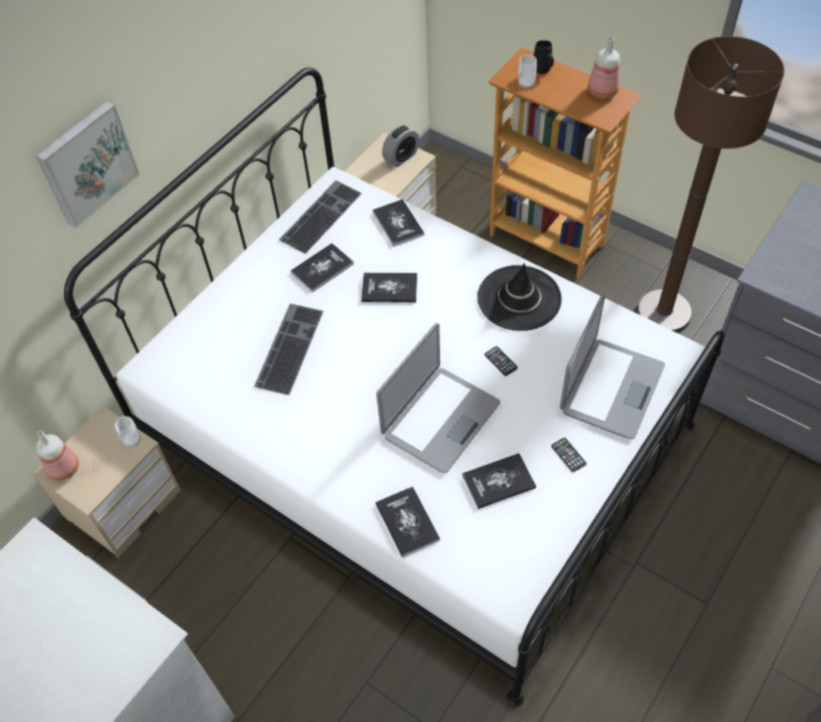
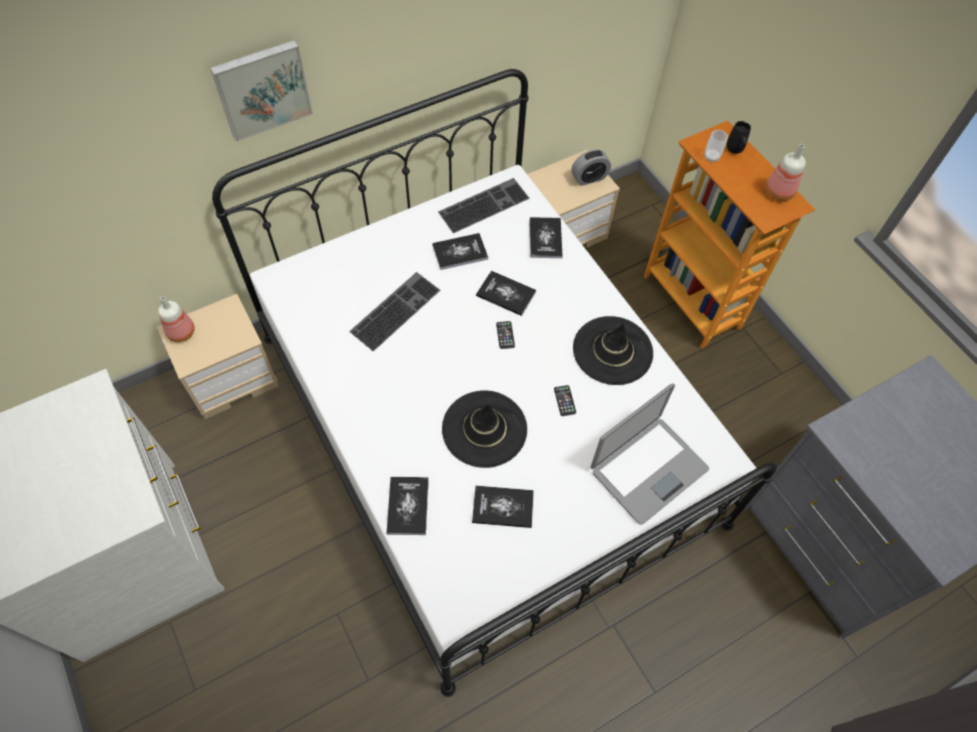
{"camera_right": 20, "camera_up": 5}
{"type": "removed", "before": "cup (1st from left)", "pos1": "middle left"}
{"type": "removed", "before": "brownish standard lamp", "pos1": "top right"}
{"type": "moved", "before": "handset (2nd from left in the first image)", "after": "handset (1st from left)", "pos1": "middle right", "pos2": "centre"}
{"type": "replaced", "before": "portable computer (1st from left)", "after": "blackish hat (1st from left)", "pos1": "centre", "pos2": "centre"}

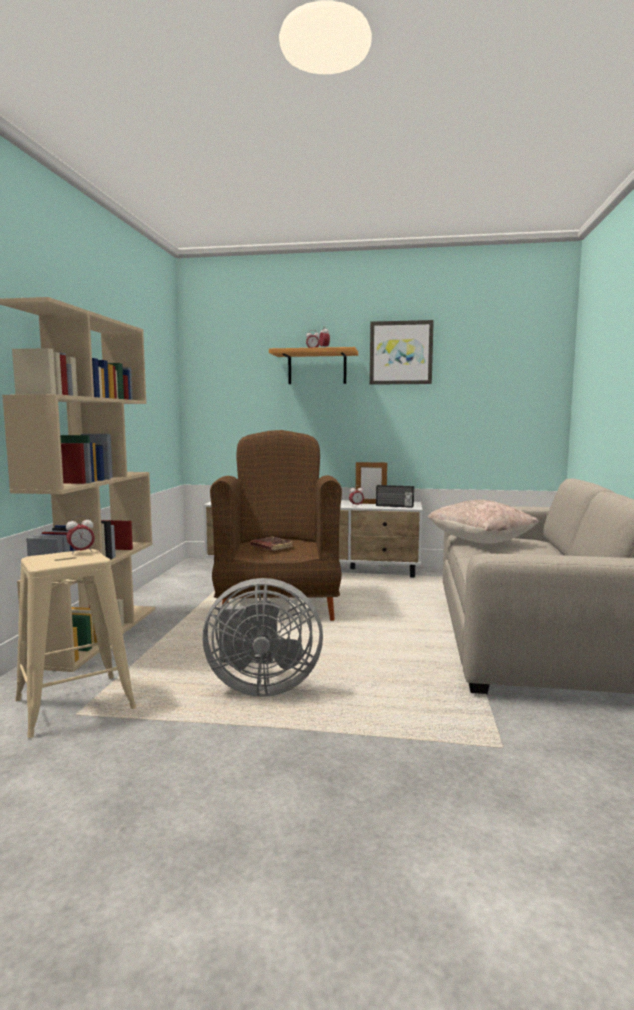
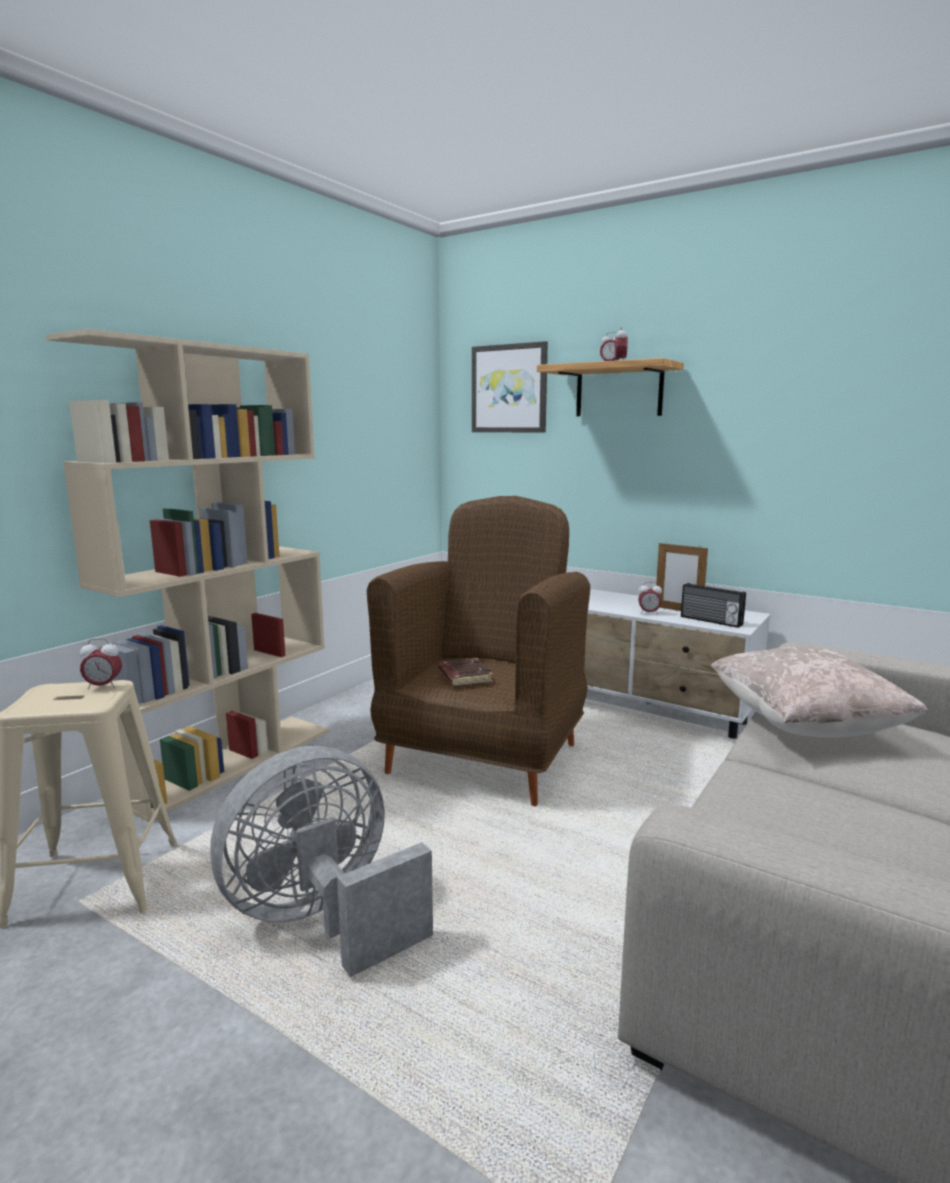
{"camera_right": 25, "camera_up": 5}
{"type": "moved", "before": "picture", "pos1": "centre", "pos2": "top centre"}
{"type": "turned", "before": "greyish electric fan", "pos1": "centre", "pos2": "bottom centre", "turn": 120}

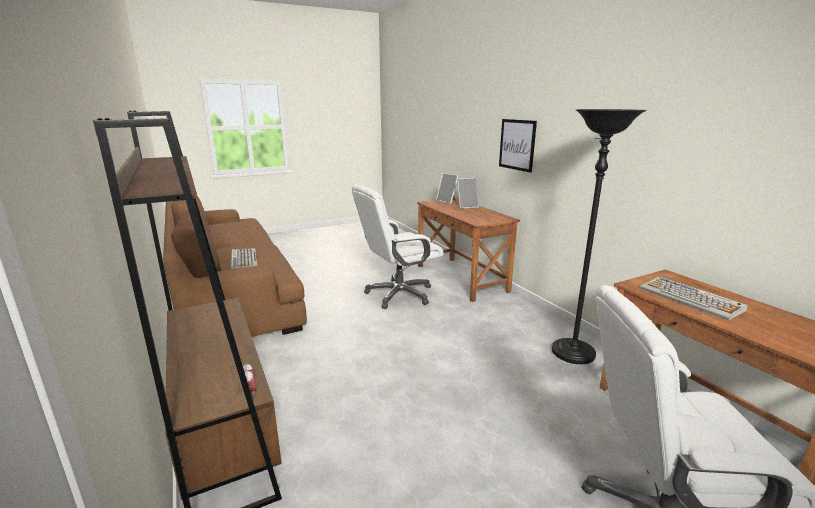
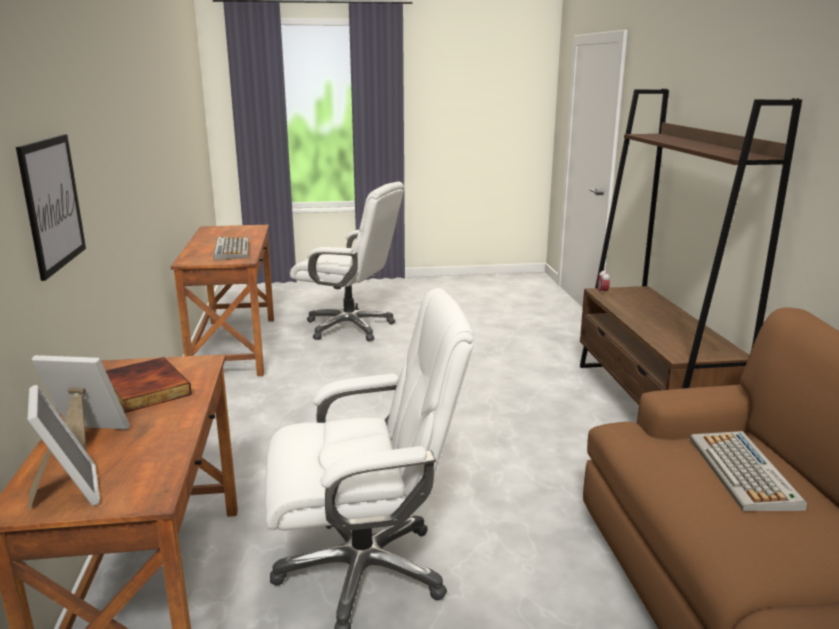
{"camera_right": -160, "camera_up": 0}
{"type": "removed", "before": "blackish standard lamp", "pos1": "middle right"}
{"type": "added", "after": "book", "pos2": "middle left"}

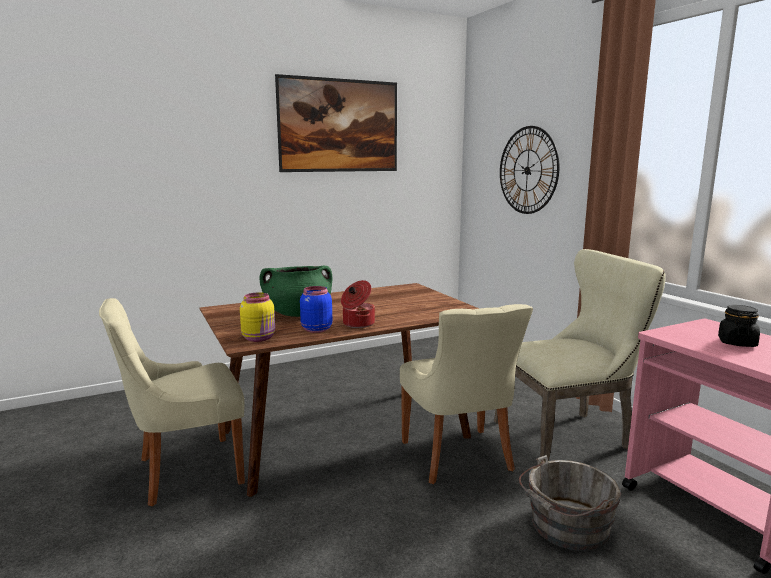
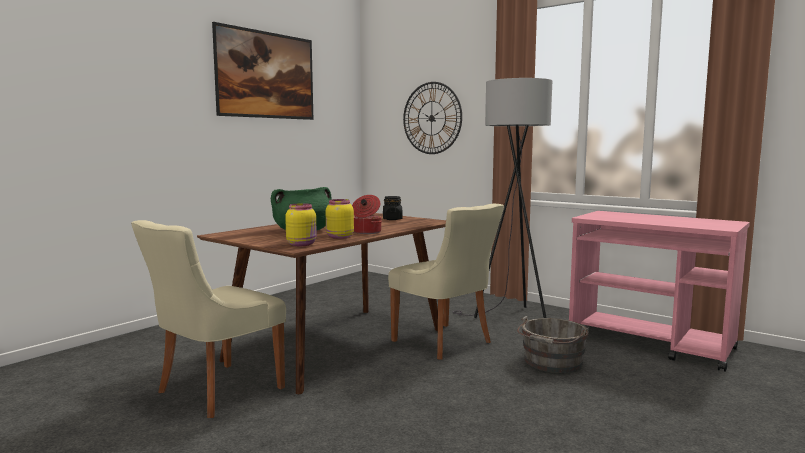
{"camera_right": -25, "camera_up": -5}
{"type": "moved", "before": "blackish storage jar", "pos1": "middle right", "pos2": "centre"}
{"type": "replaced", "before": "beige-coloured plain chair (3rd from left)", "after": "greyish standard lamp", "pos1": "middle right", "pos2": "centre"}
{"type": "recoloured", "before": "bluish storage jar", "after": "yellow storage jar (2nd from left)", "pos1": "centre", "pos2": "centre"}

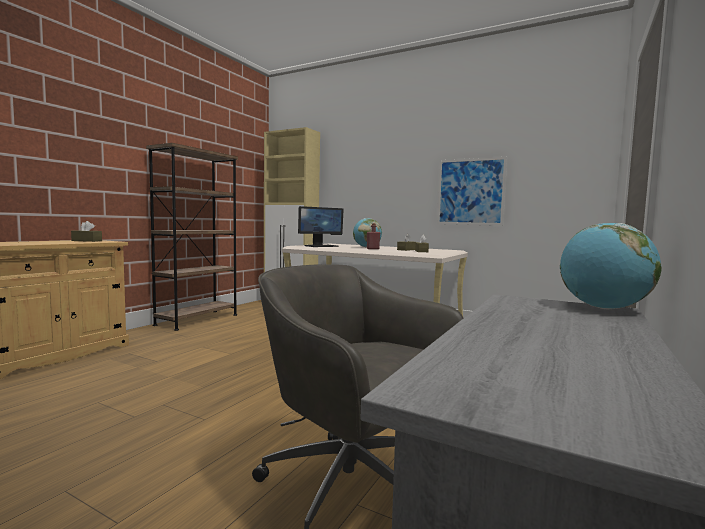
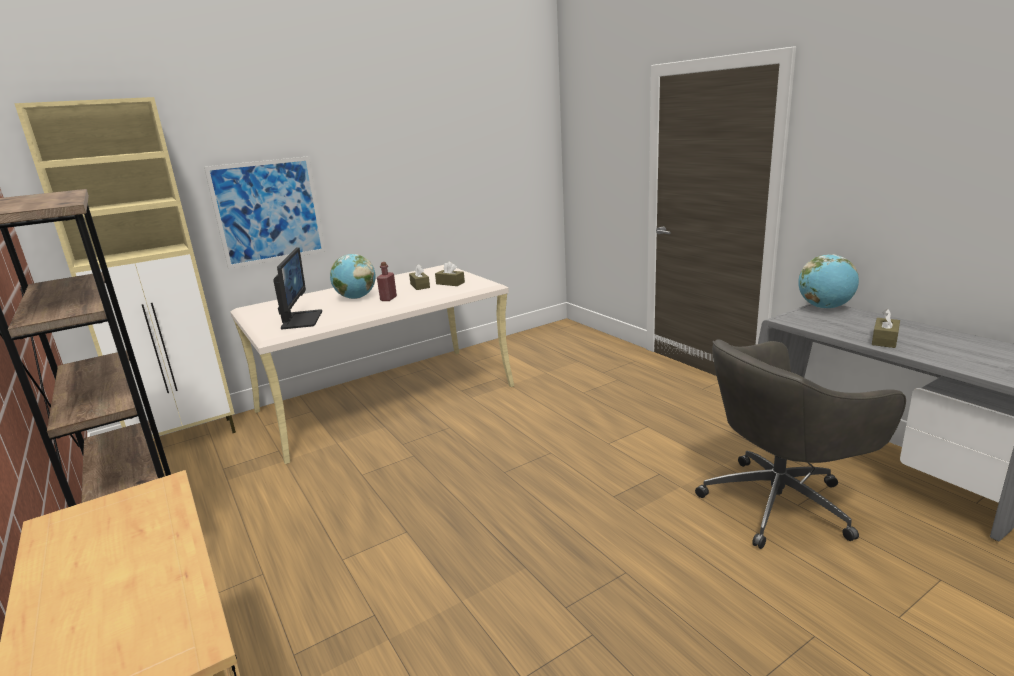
{"camera_right": -60, "camera_up": 15}
{"type": "moved", "before": "brownish box of tissues (1st from left in the first image)", "after": "brownish box of tissues (3rd from left)", "pos1": "middle left", "pos2": "middle right"}
{"type": "moved", "before": "picture", "pos1": "middle right", "pos2": "top left"}

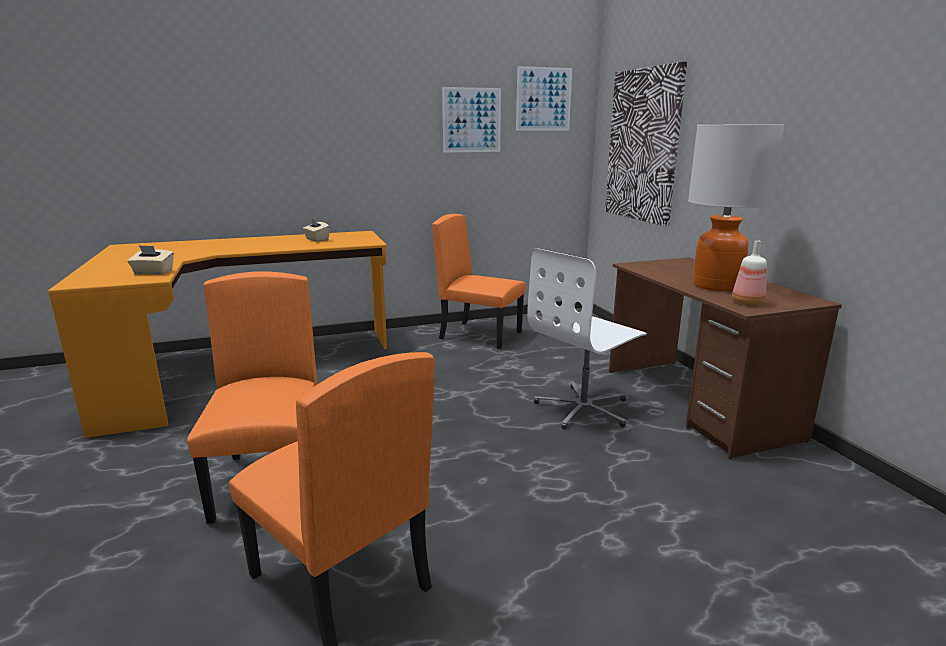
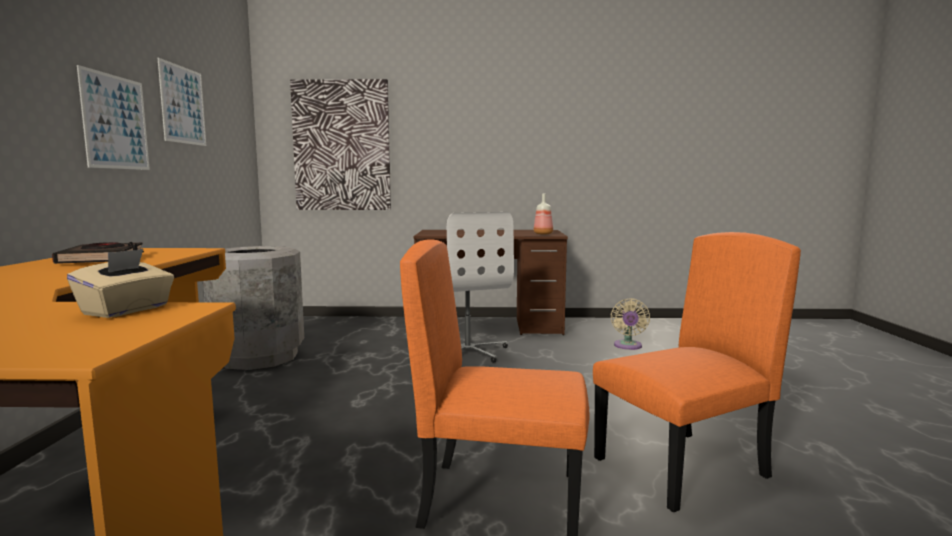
{"camera_right": -70, "camera_up": -10}
{"type": "removed", "before": "table lamp", "pos1": "top right"}
{"type": "added", "after": "beige-coloured electric fan", "pos2": "centre"}
{"type": "moved", "before": "picture (2nd from left in the first image)", "after": "picture (1st from left)", "pos1": "top centre", "pos2": "top left"}
{"type": "replaced", "before": "beige-coloured box of tissues (2nd from left)", "after": "blackish book", "pos1": "centre", "pos2": "middle left"}
{"type": "replaced", "before": "orange-coloured plain chair (3rd from left)", "after": "greyish trash can", "pos1": "centre", "pos2": "middle left"}

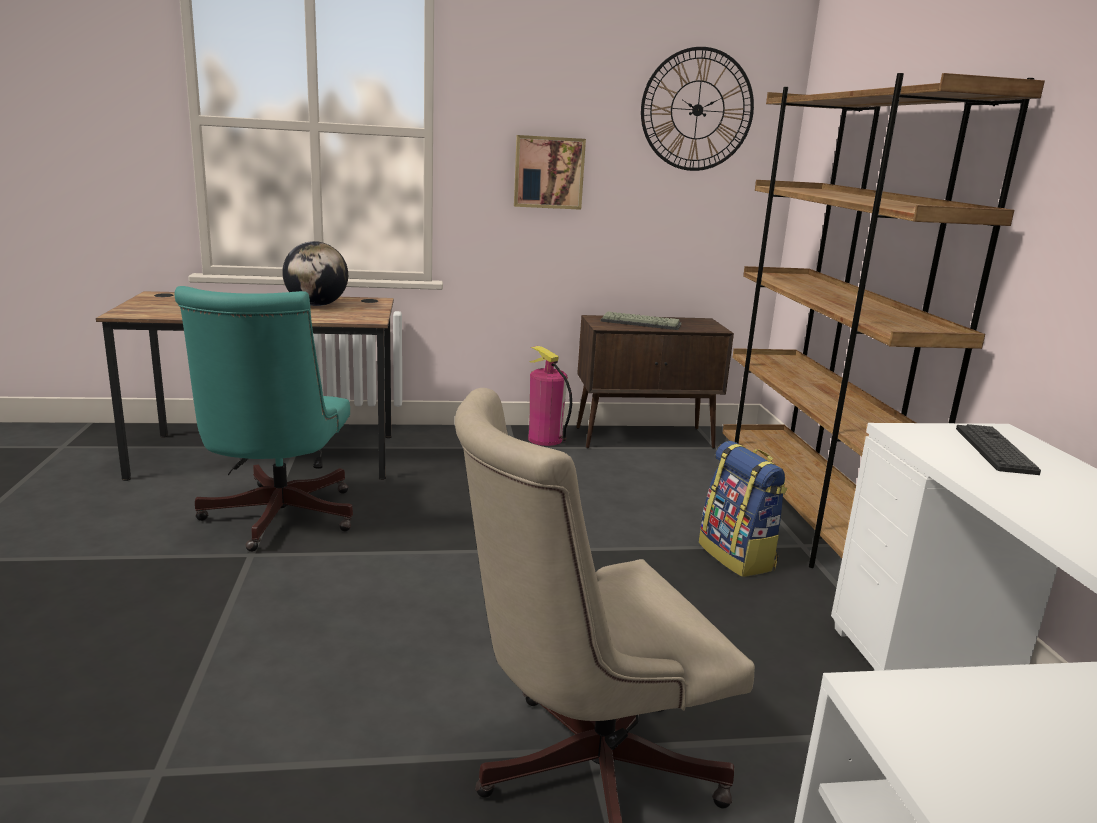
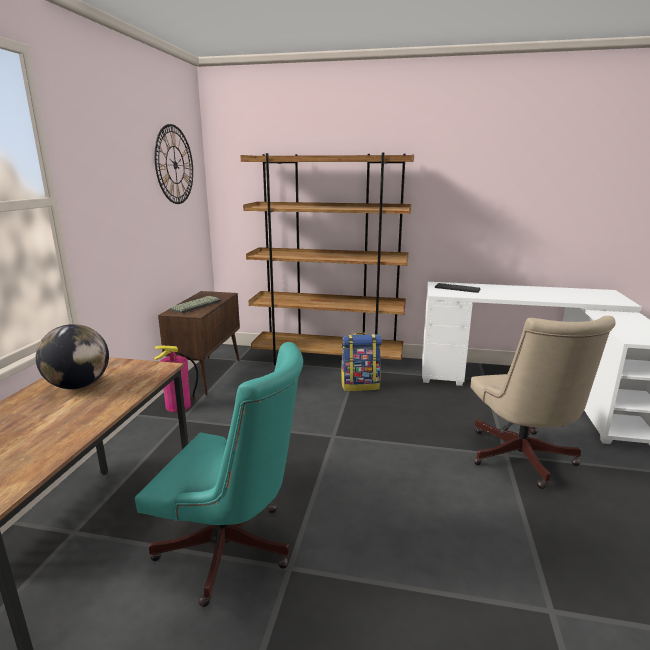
{"camera_right": -70, "camera_up": 0}
{"type": "removed", "before": "picture", "pos1": "top centre"}

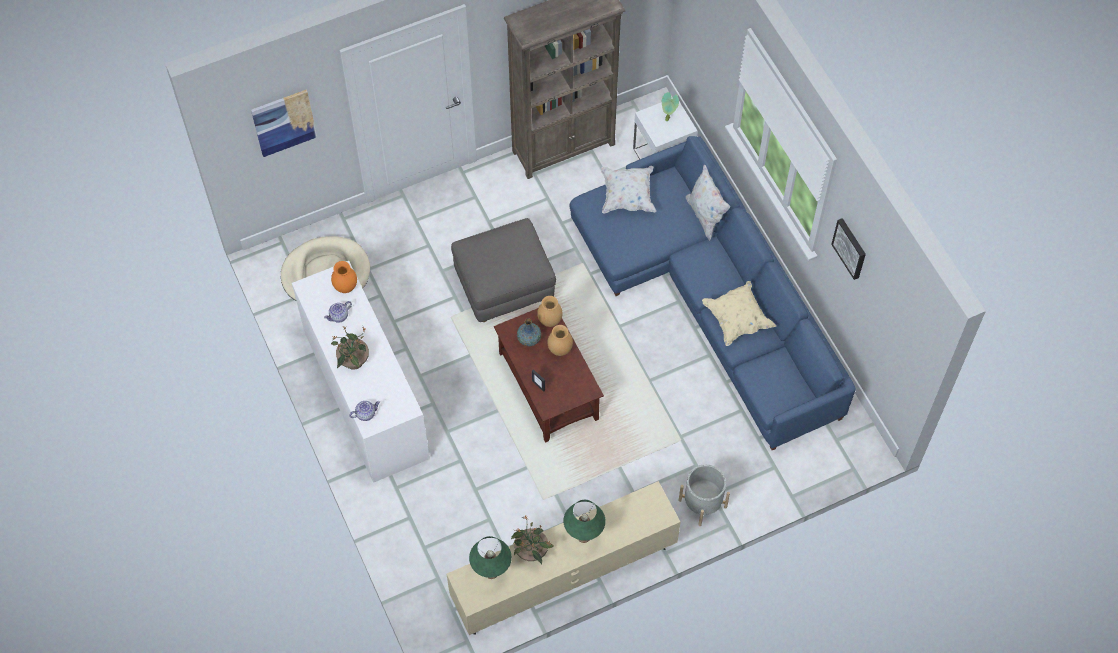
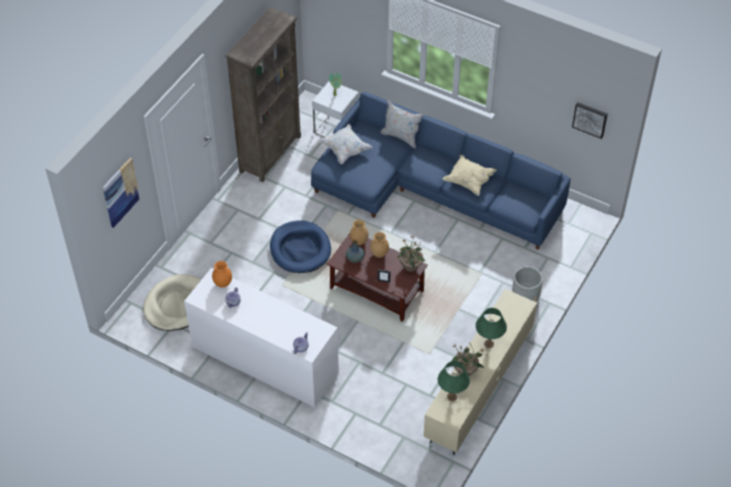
{"camera_right": -35, "camera_up": -10}
{"type": "moved", "before": "houseplant (1st from left in the first image)", "after": "houseplant (2nd from left)", "pos1": "middle left", "pos2": "centre"}
{"type": "moved", "before": "picture (2nd from left)", "pos1": "middle right", "pos2": "top right"}
{"type": "replaced", "before": "greyish pouffe", "after": "bluish dog cushion", "pos1": "centre", "pos2": "centre"}

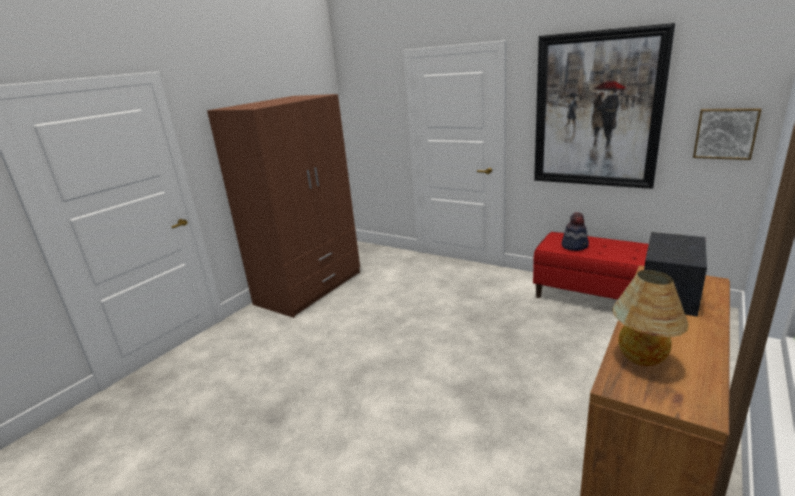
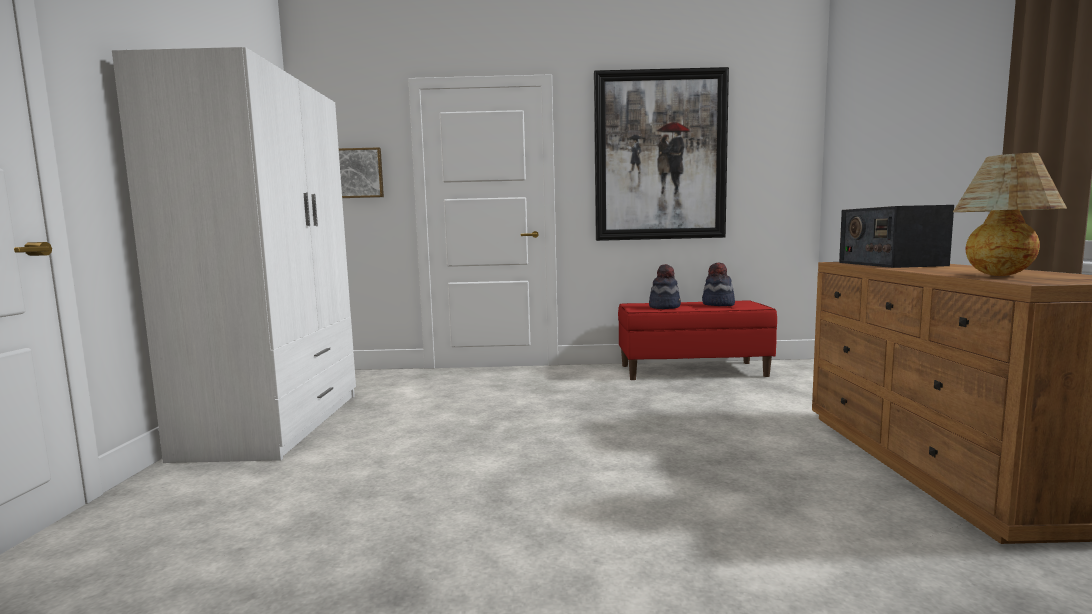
{"camera_right": -35, "camera_up": -15}
{"type": "added", "after": "hat (2nd from left)", "pos2": "centre"}
{"type": "moved", "before": "picture (2nd from left in the first image)", "after": "picture (1st from left)", "pos1": "top right", "pos2": "top left"}
{"type": "recoloured", "before": "brownish armoire", "after": "white armoire", "pos1": "centre", "pos2": "middle left"}

